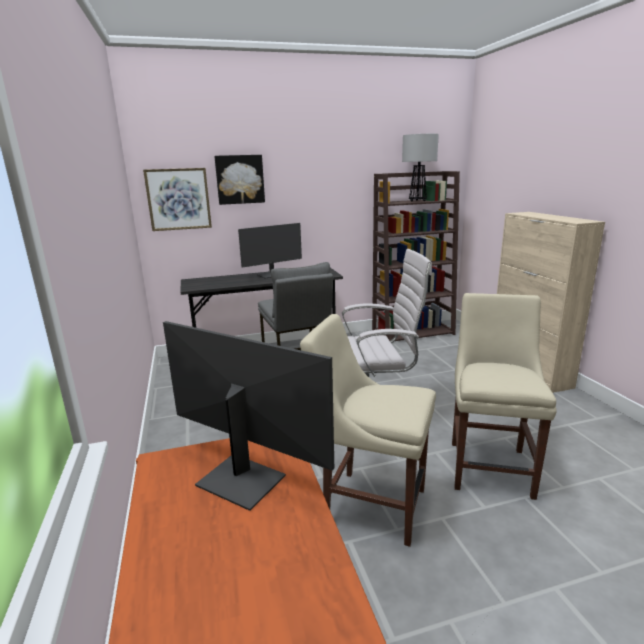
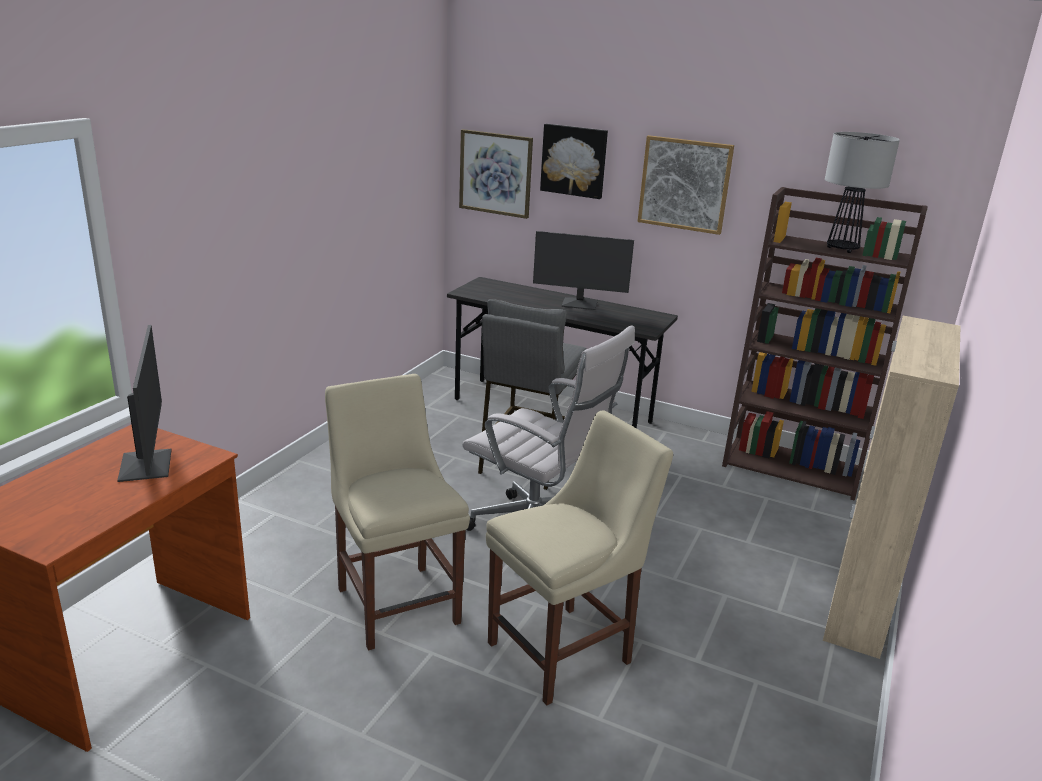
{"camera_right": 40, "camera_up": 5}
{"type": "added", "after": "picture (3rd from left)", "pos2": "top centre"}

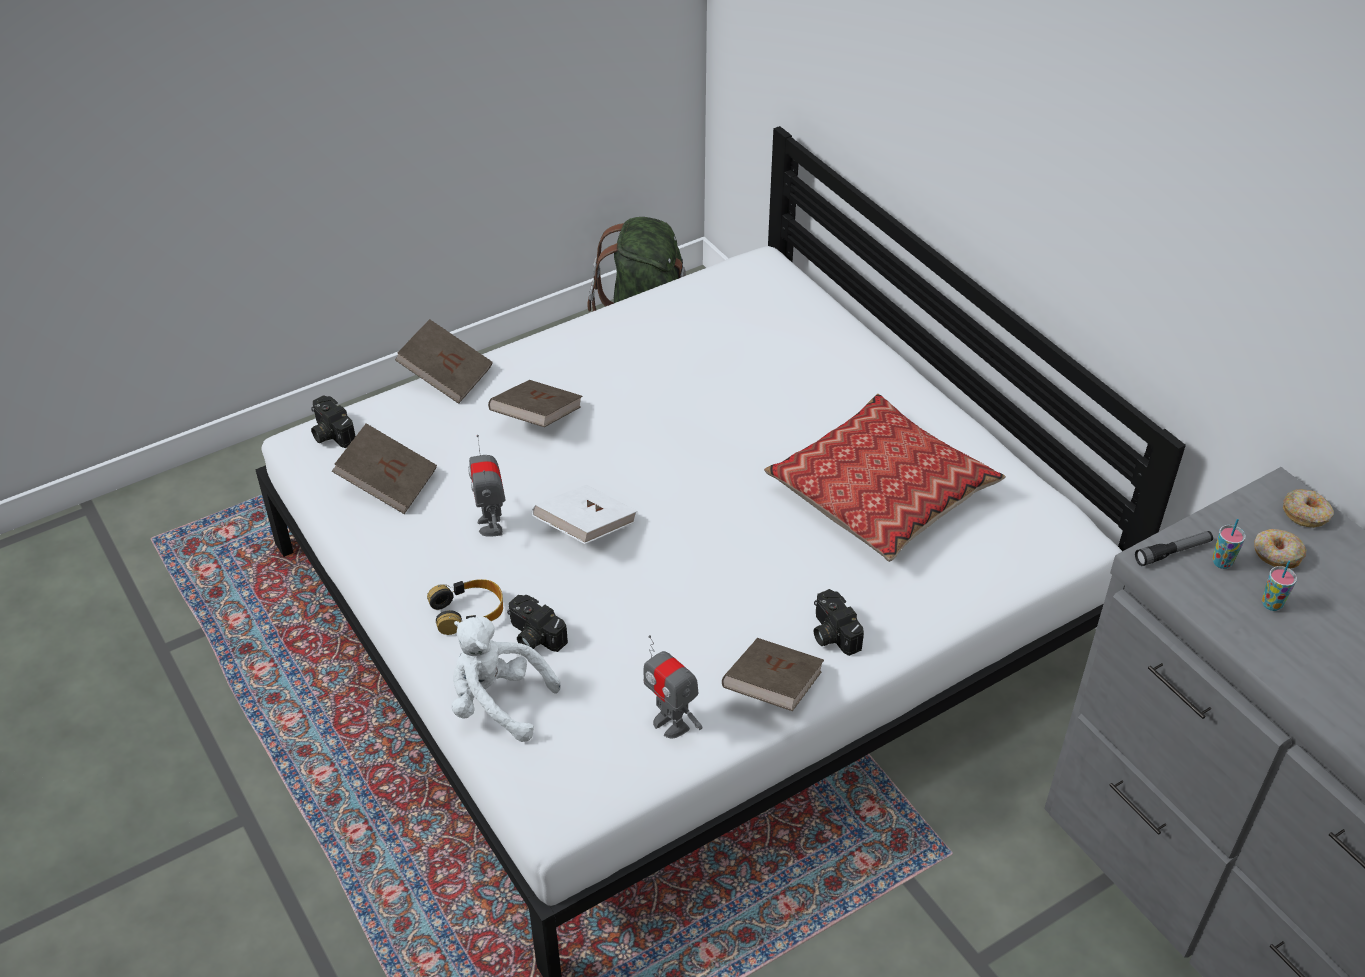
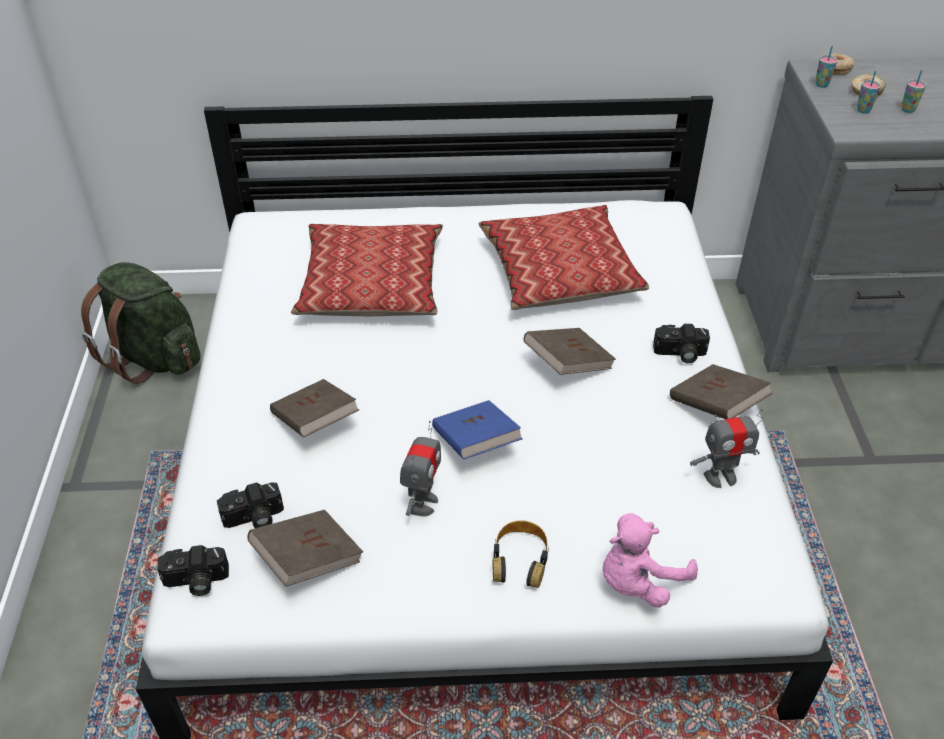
{"camera_right": -60, "camera_up": 0}
{"type": "removed", "before": "torch", "pos1": "middle right"}
{"type": "added", "after": "throw pillow (1st from left)", "pos2": "centre"}
{"type": "added", "after": "cup (1st from left)", "pos2": "top right"}
{"type": "moved", "before": "brownish book (2nd from left in the first image)", "after": "brownish book (3rd from left)", "pos1": "middle left", "pos2": "centre"}
{"type": "moved", "before": "still camera (2nd from left)", "pos1": "centre", "pos2": "bottom left"}
{"type": "recoloured", "before": "white cuddly toy", "after": "pink-coloured cuddly toy", "pos1": "bottom centre", "pos2": "bottom right"}
{"type": "recoloured", "before": "white book", "after": "bluish book", "pos1": "centre", "pos2": "centre"}
{"type": "turned", "before": "model robot (1st from left)", "pos1": "centre", "pos2": "centre", "turn": -90}

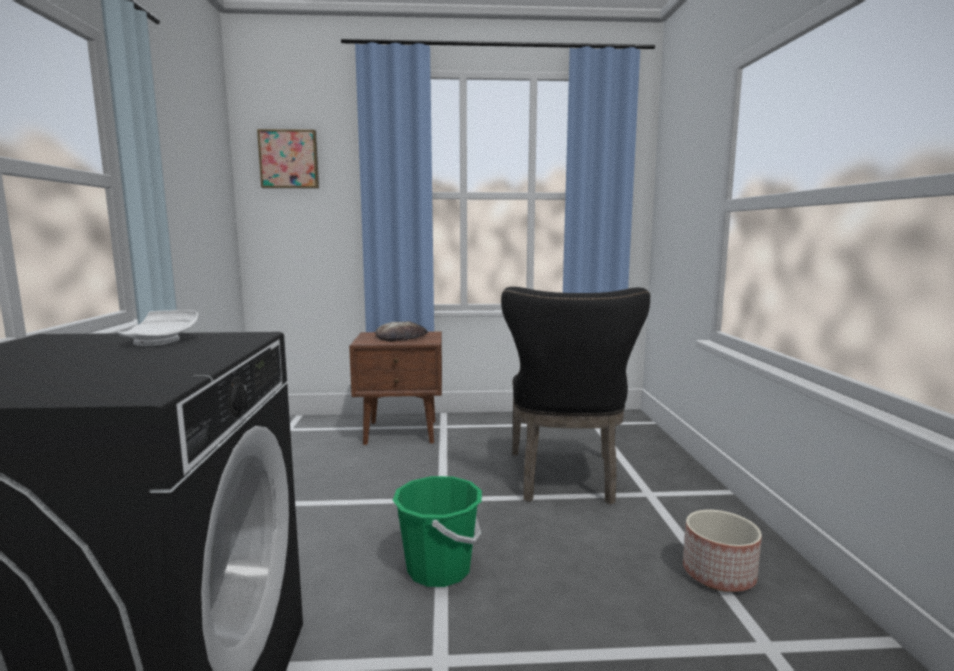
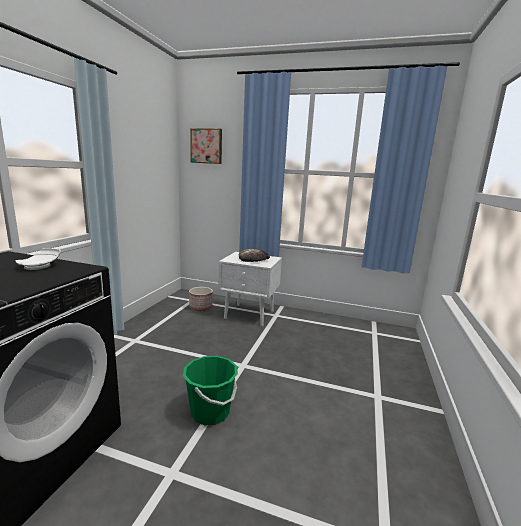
{"camera_right": 20, "camera_up": 5}
{"type": "removed", "before": "blackish plain chair", "pos1": "centre"}
{"type": "moved", "before": "planter", "pos1": "bottom right", "pos2": "centre"}
{"type": "recoloured", "before": "brownish bedside table", "after": "white bedside table", "pos1": "centre", "pos2": "centre"}

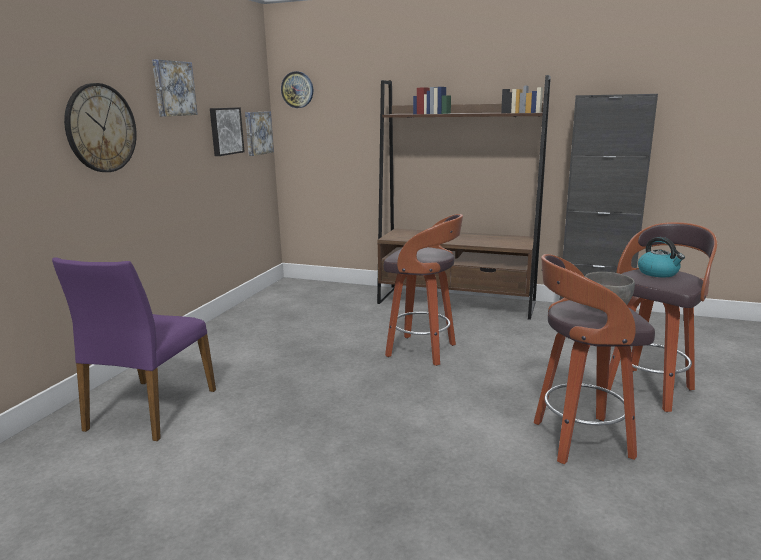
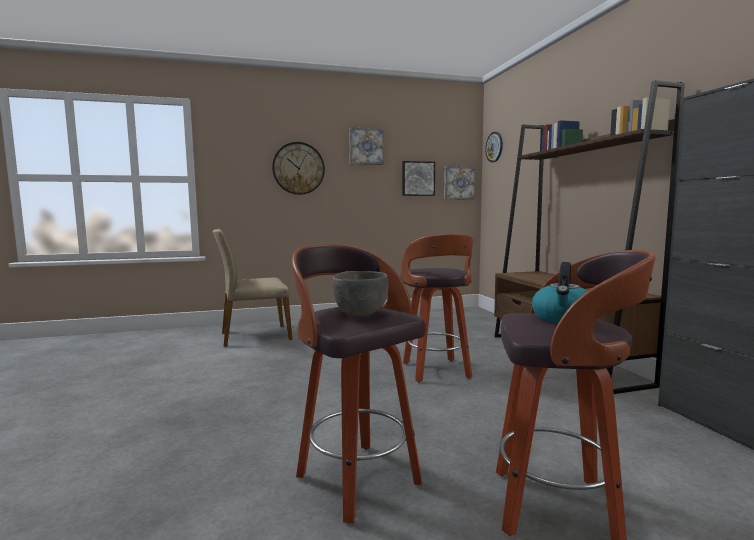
{"camera_right": 55, "camera_up": -10}
{"type": "recoloured", "before": "purple-coloured plain chair", "after": "beige-coloured plain chair", "pos1": "middle left", "pos2": "centre"}

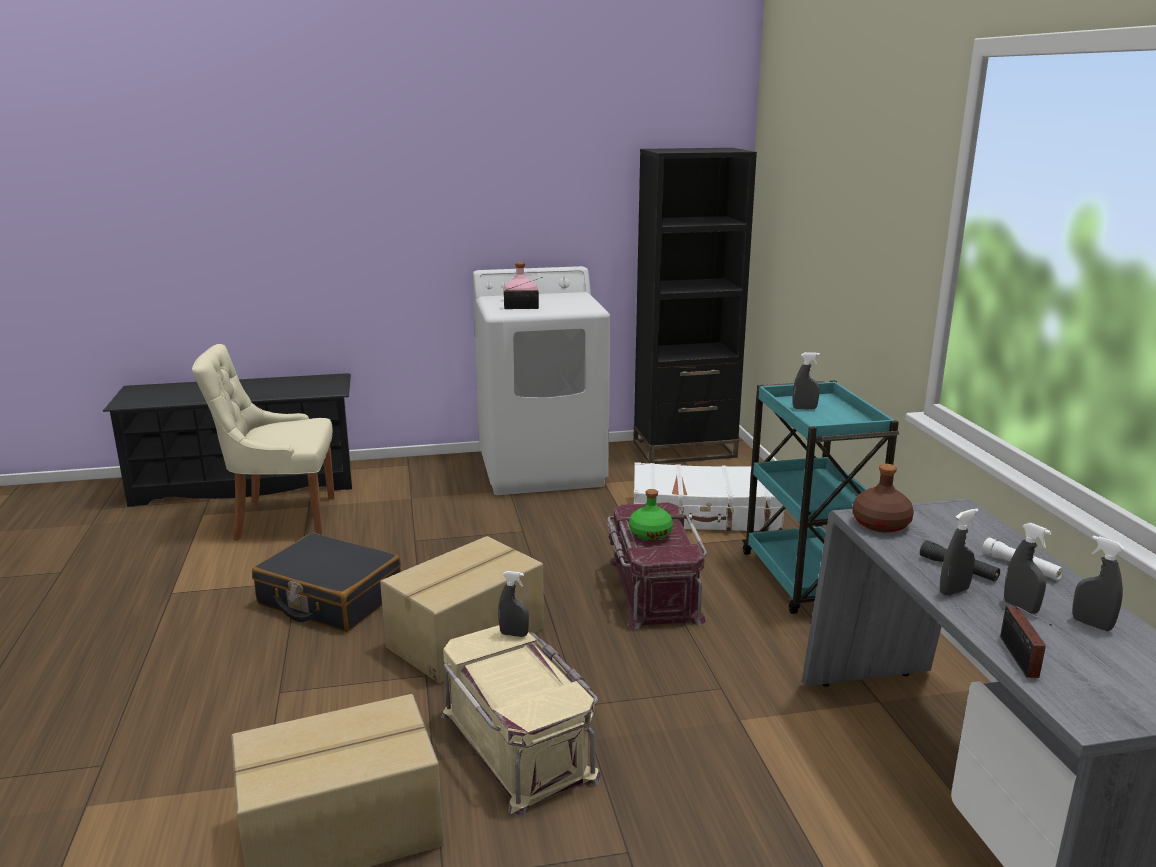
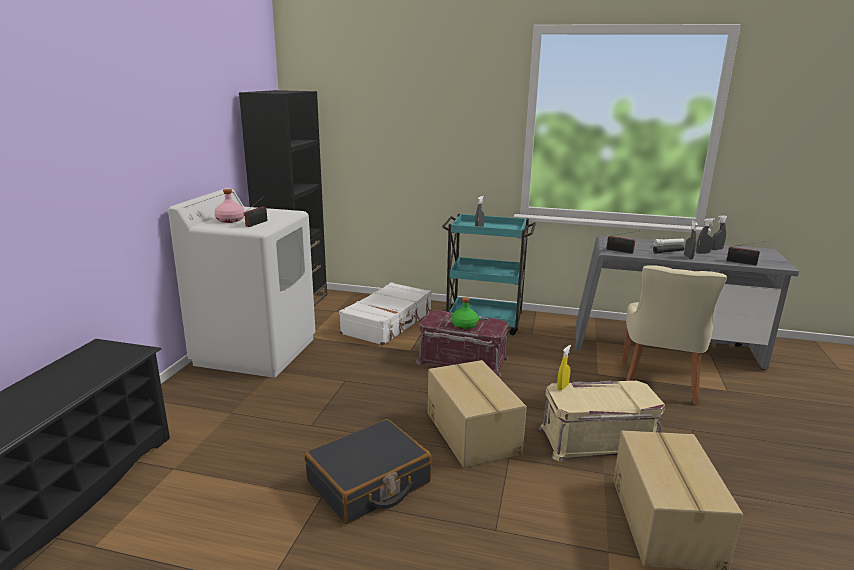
{"camera_right": -65, "camera_up": 0}
{"type": "moved", "before": "beige-coloured plain chair", "pos1": "middle left", "pos2": "middle right"}
{"type": "replaced", "before": "brownish beverage bottle", "after": "radio (2nd from left)", "pos1": "middle right", "pos2": "middle right"}
{"type": "recoloured", "before": "greyish sprayer (1st from left)", "after": "yellow sprayer", "pos1": "bottom centre", "pos2": "centre"}

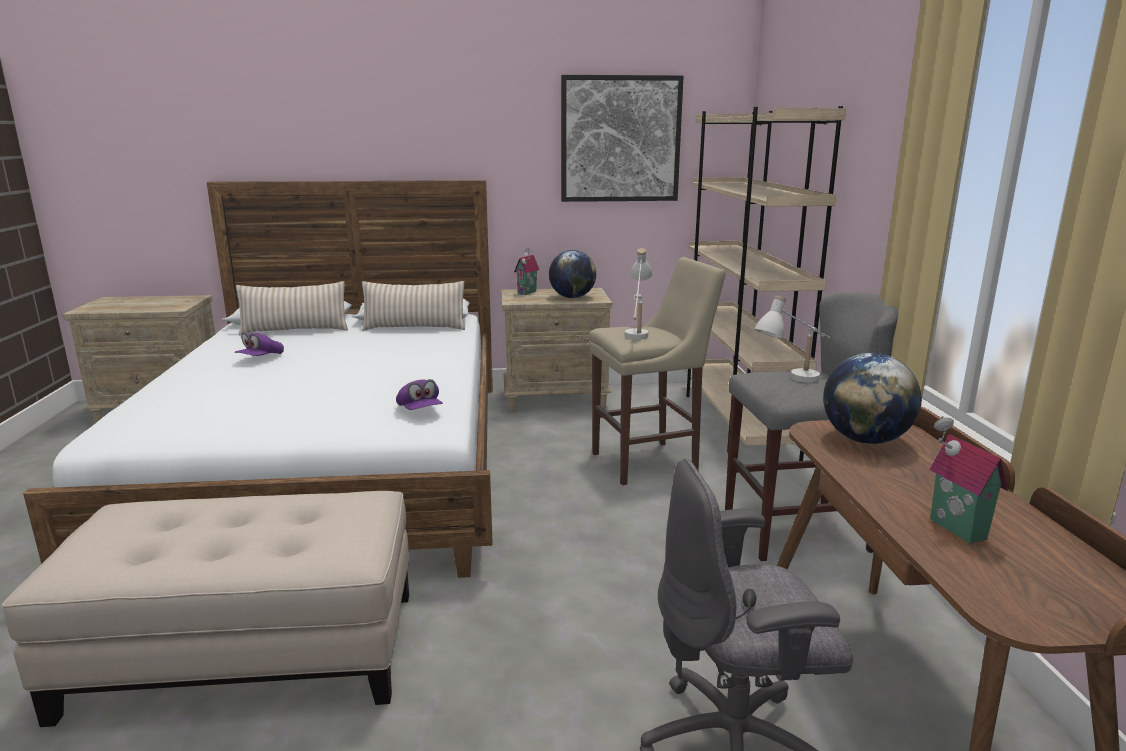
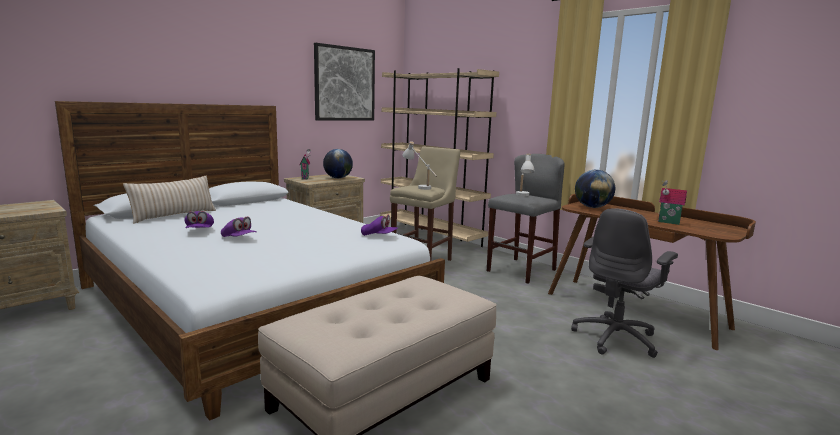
{"camera_right": -40, "camera_up": -5}
{"type": "removed", "before": "beige-coloured throw pillow (2nd from left)", "pos1": "centre"}
{"type": "added", "after": "purple-coloured peaked cap (2nd from left)", "pos2": "middle left"}

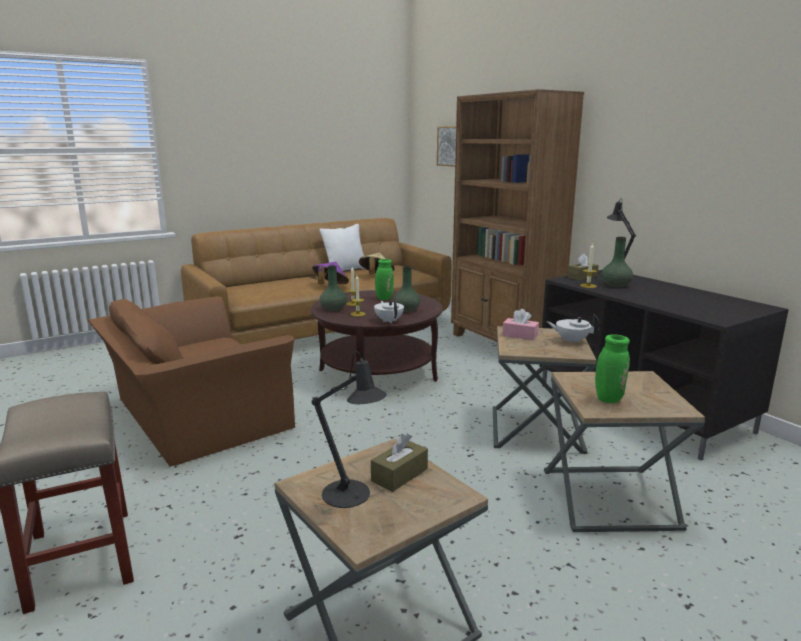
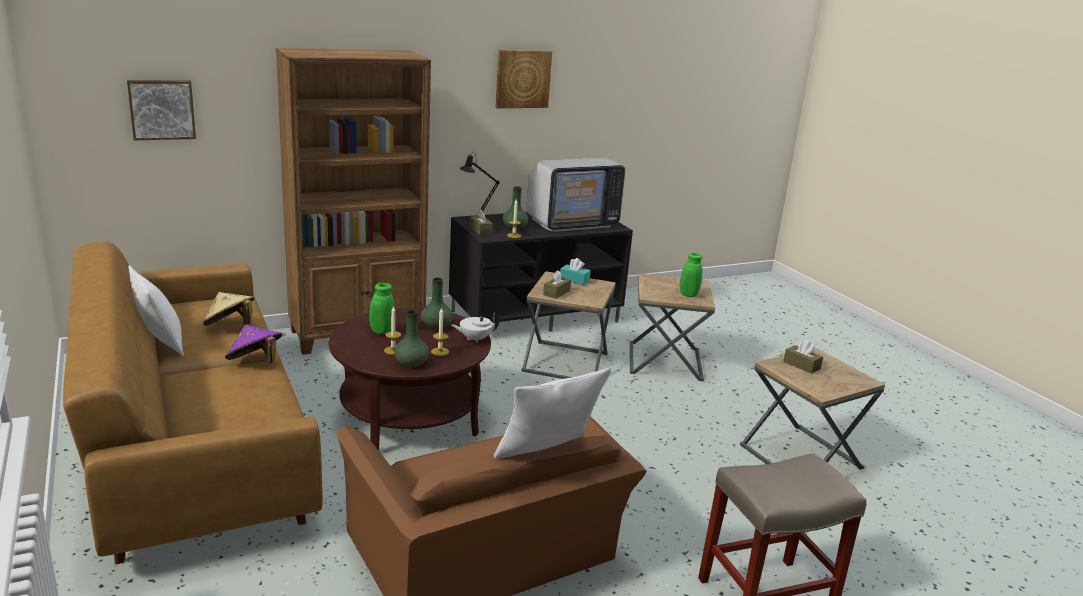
{"camera_right": -85, "camera_up": 5}
{"type": "removed", "before": "blackish table lamp (1st from left)", "pos1": "bottom centre"}
{"type": "added", "after": "white throw pillow (2nd from left)", "pos2": "bottom centre"}
{"type": "added", "after": "picture (2nd from left)", "pos2": "top centre"}
{"type": "added", "after": "TV set", "pos2": "top centre"}
{"type": "replaced", "before": "white pot for tea (2nd from left)", "after": "turquoise box of tissues", "pos1": "middle right", "pos2": "centre"}
{"type": "recoloured", "before": "pink-coloured box of tissues", "after": "brownish box of tissues (2nd from left)", "pos1": "centre", "pos2": "centre"}

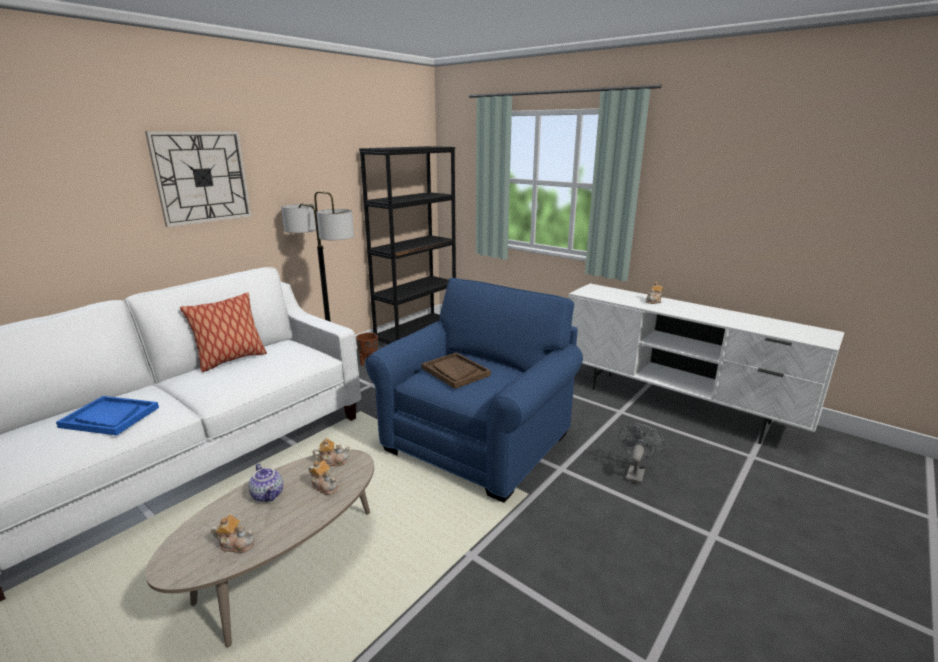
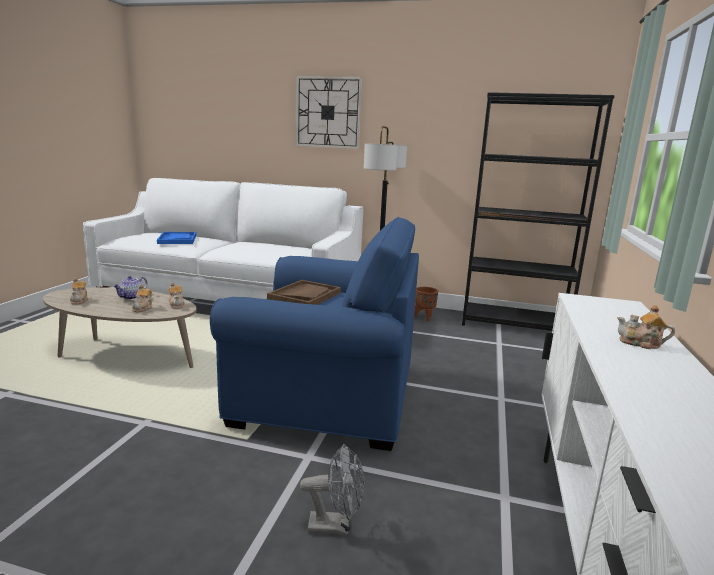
{"camera_right": 65, "camera_up": -5}
{"type": "removed", "before": "throw pillow", "pos1": "middle left"}

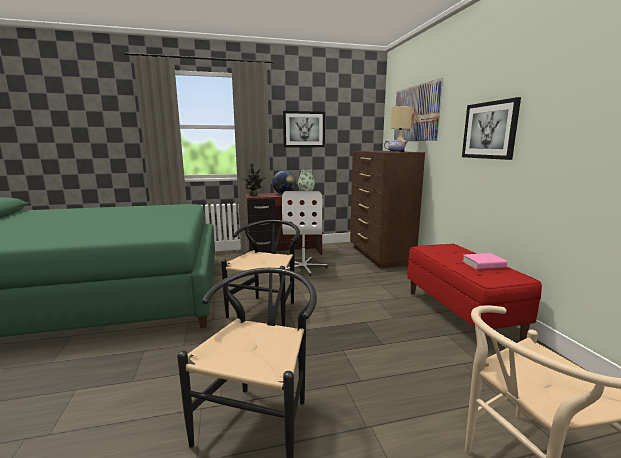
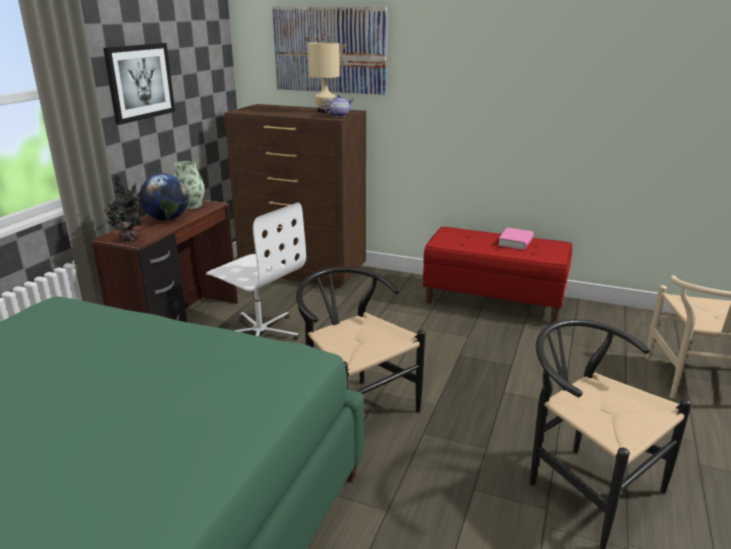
{"camera_right": -55, "camera_up": 10}
{"type": "removed", "before": "picture (3rd from left)", "pos1": "top right"}

